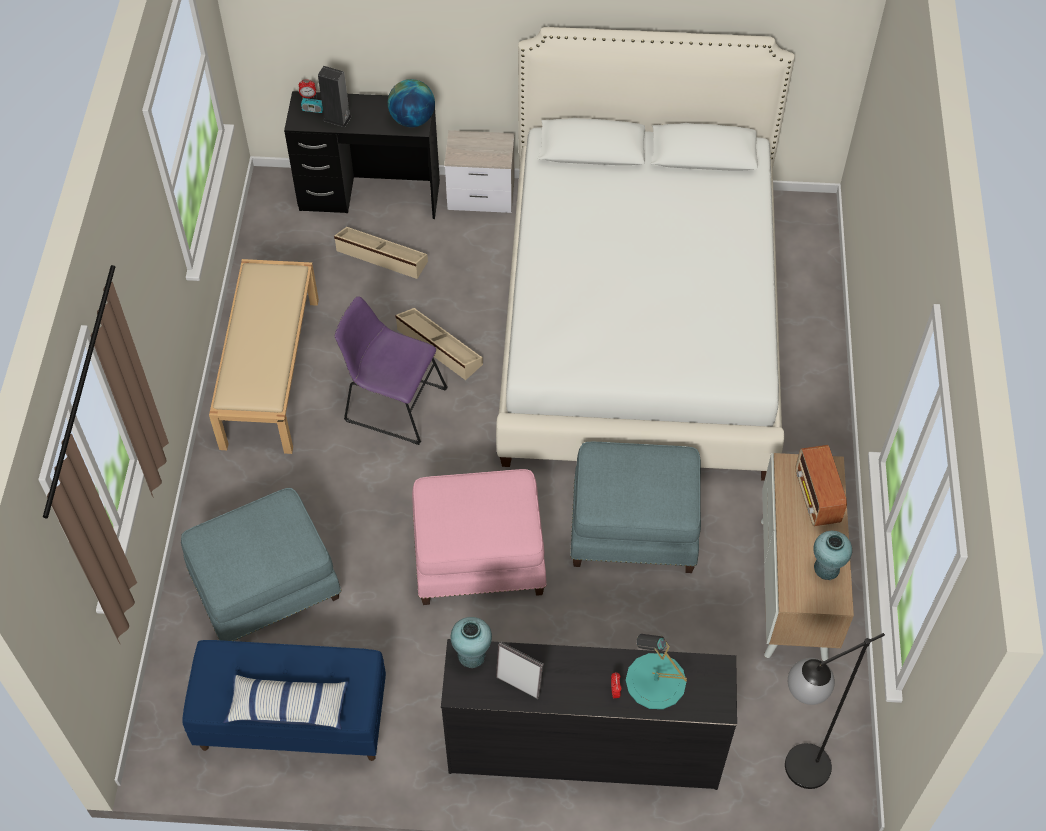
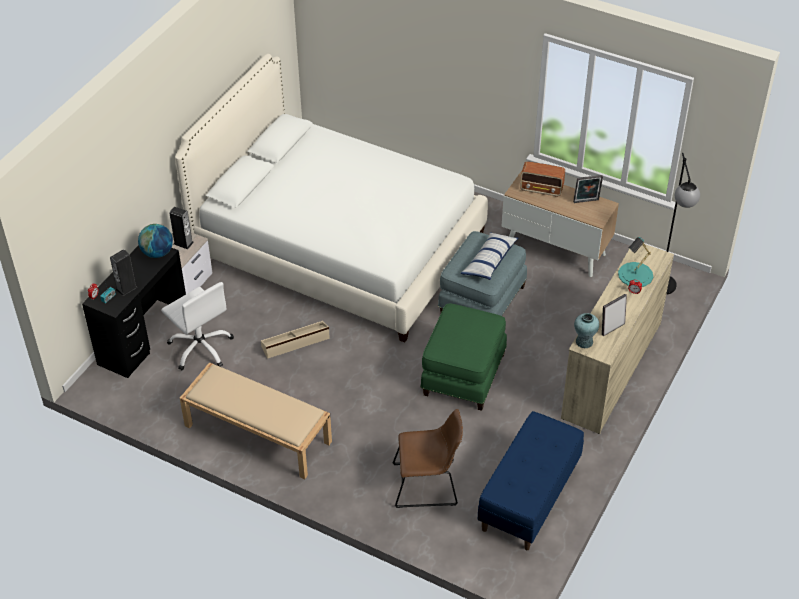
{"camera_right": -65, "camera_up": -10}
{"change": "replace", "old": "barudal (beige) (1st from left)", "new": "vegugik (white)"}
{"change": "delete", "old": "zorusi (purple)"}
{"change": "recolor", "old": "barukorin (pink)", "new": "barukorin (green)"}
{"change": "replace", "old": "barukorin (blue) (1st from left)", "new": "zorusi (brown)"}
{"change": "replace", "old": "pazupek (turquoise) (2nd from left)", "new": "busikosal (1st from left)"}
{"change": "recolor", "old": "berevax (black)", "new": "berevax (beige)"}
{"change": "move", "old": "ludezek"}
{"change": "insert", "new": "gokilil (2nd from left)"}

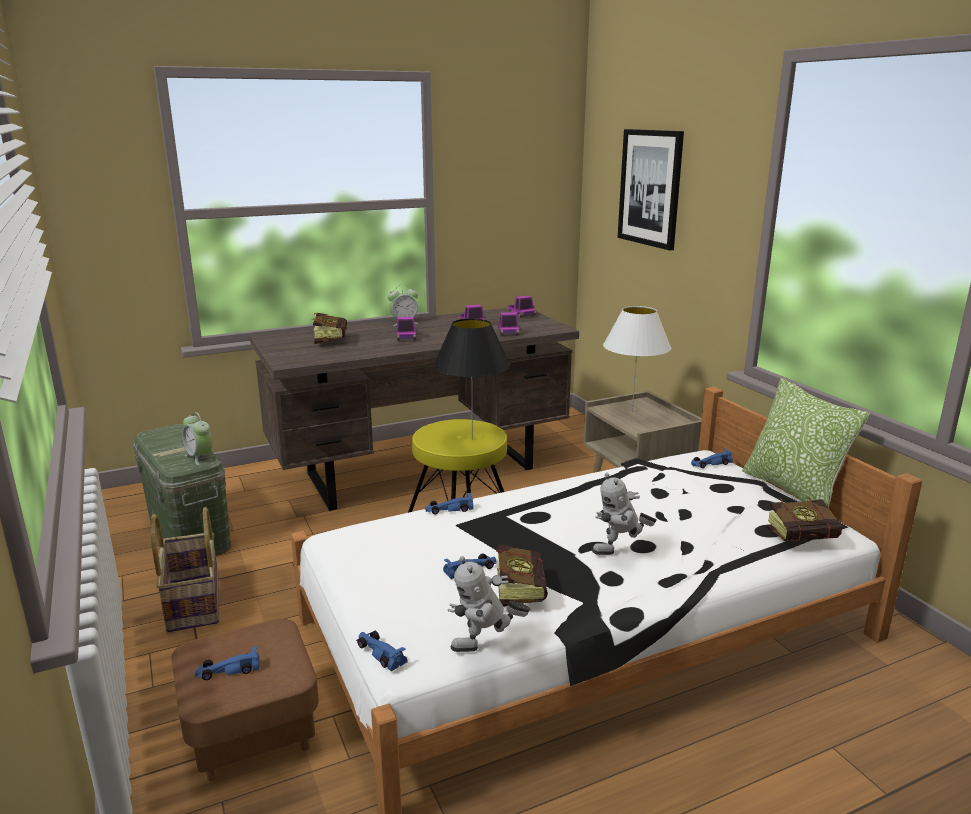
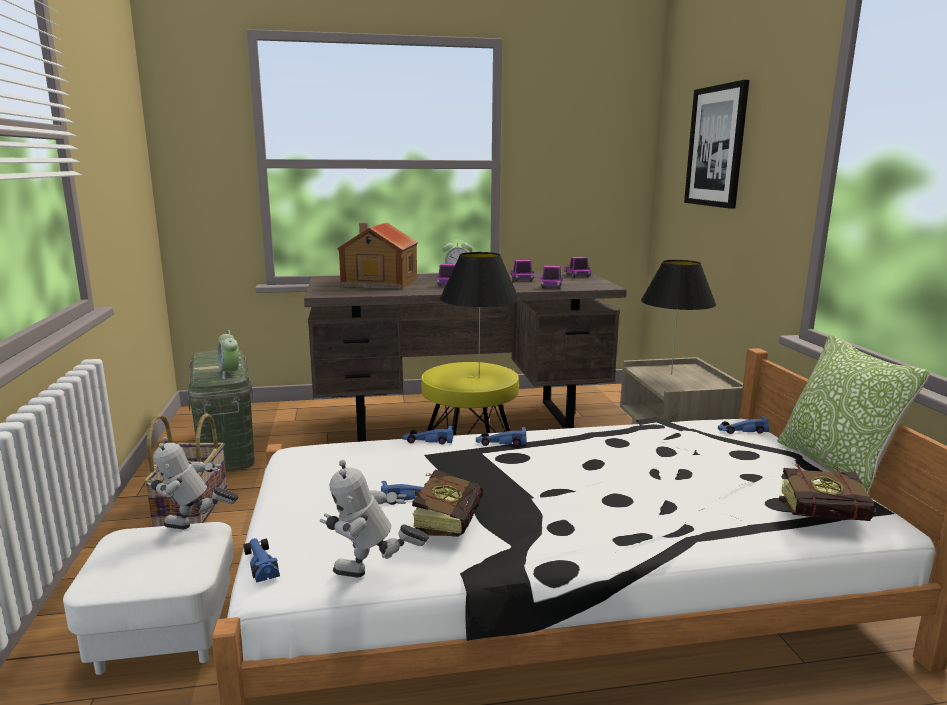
{"camera_right": 15, "camera_up": -5}
{"change": "recolor", "old": "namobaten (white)", "new": "namobaten (black) (2nd from left)"}
{"change": "replace", "old": "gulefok (1st from left)", "new": "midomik"}
{"change": "move", "old": "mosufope (2nd from left in the first image)", "new": "mosufope (1st from left)"}
{"change": "recolor", "old": "barukorin (brown)", "new": "barukorin (white)"}
{"change": "move", "old": "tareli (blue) (1st from left in the first image)", "new": "tareli (blue) (4th from left)"}

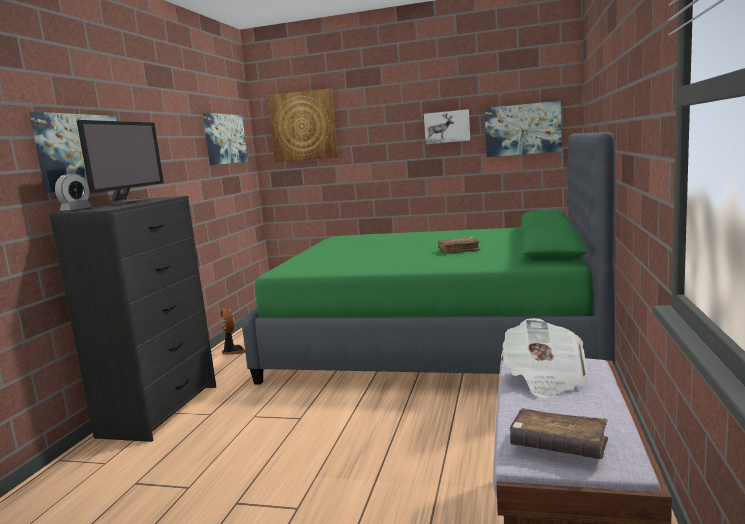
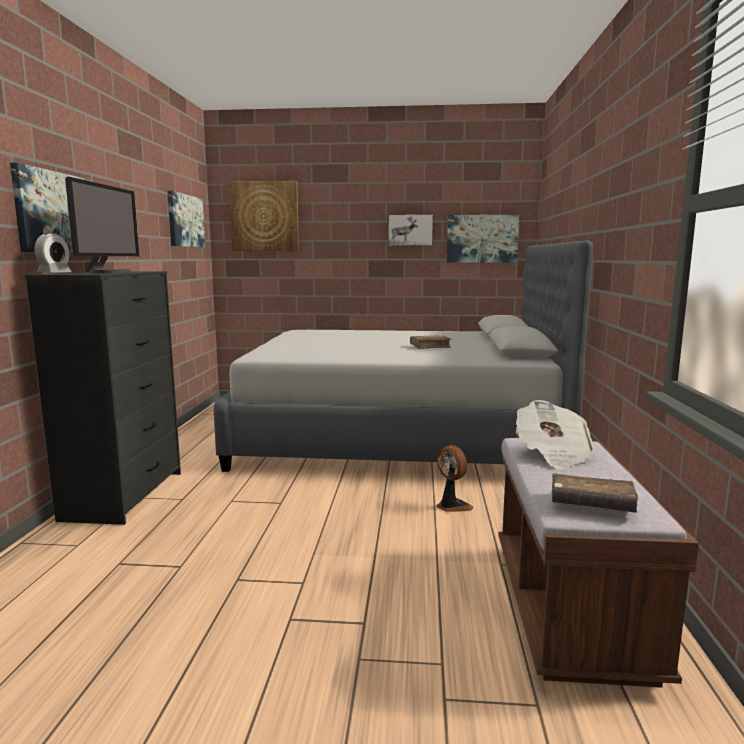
{"camera_right": -10, "camera_up": 0}
{"change": "recolor", "old": "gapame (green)", "new": "gapame (grey)"}
{"change": "move", "old": "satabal"}

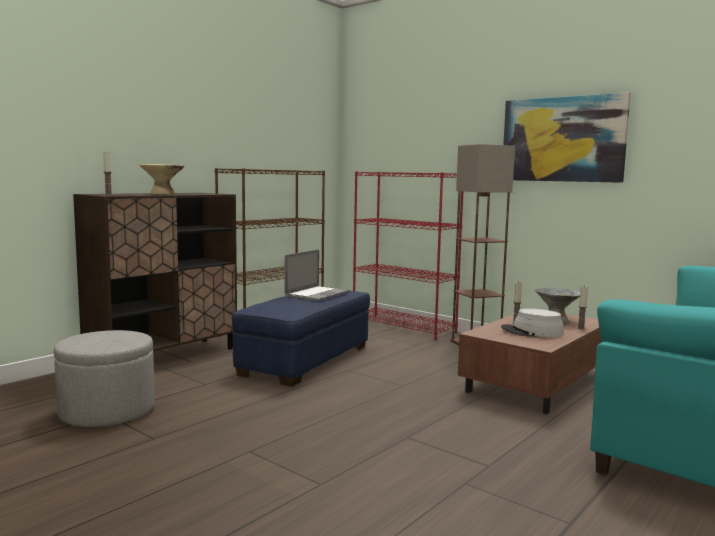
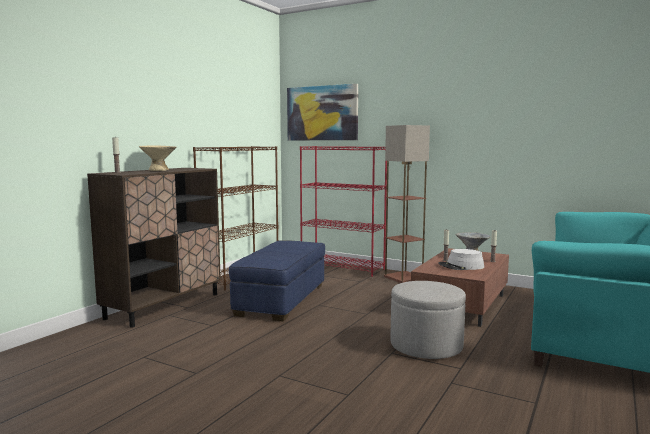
{"camera_right": -10, "camera_up": 0}
{"change": "move", "old": "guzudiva"}
{"change": "delete", "old": "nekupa"}
{"change": "move", "old": "barukorin (grey)"}

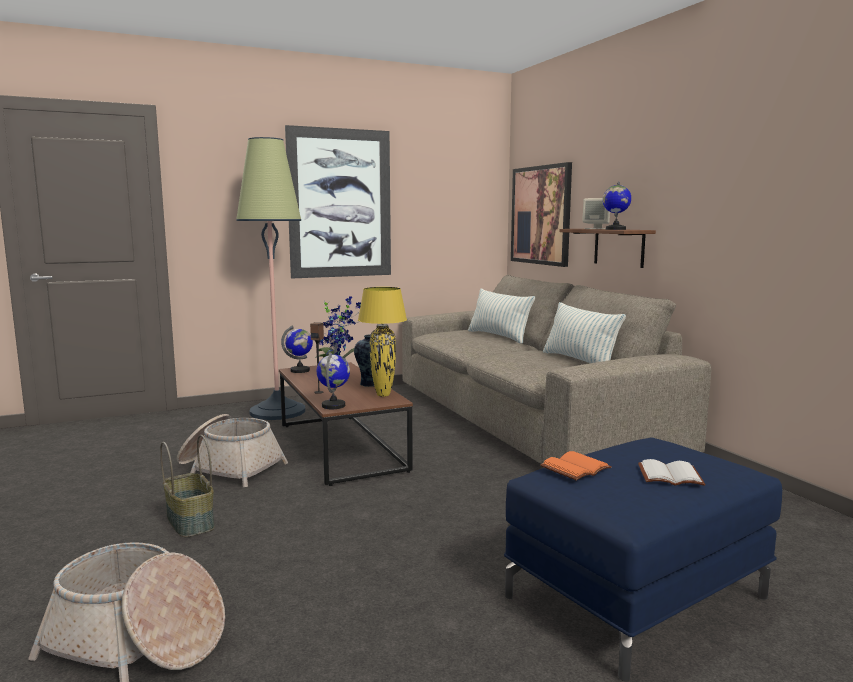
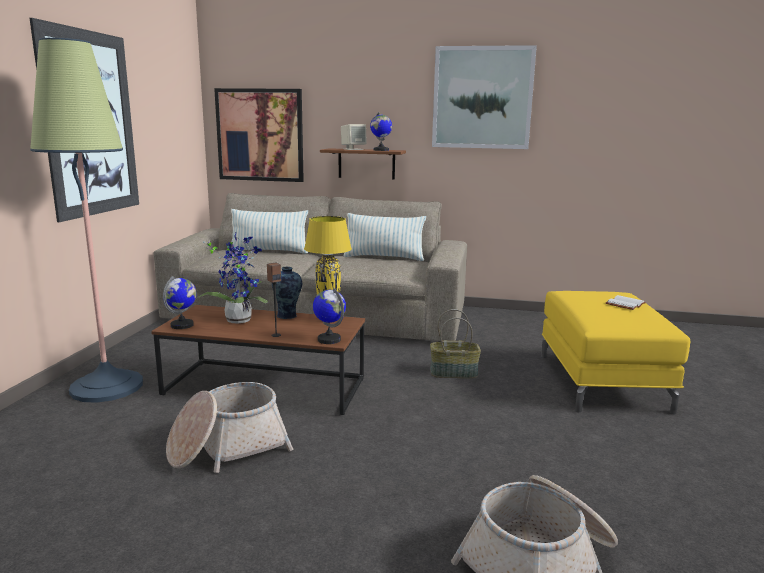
{"camera_right": -55, "camera_up": 5}
{"change": "move", "old": "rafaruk (2nd from left)"}
{"change": "recolor", "old": "barukorin (blue)", "new": "barukorin (yellow)"}
{"change": "delete", "old": "gulefok (orange)"}
{"change": "insert", "new": "guzudiva (3rd from left)"}

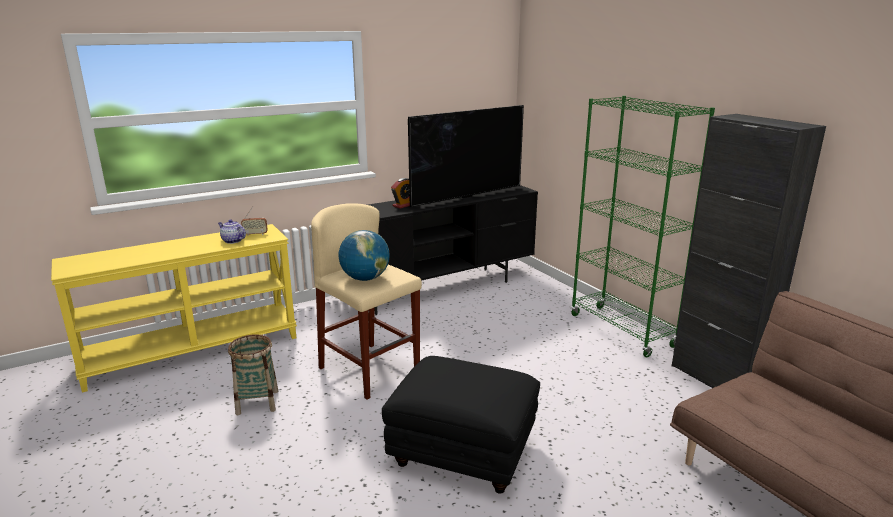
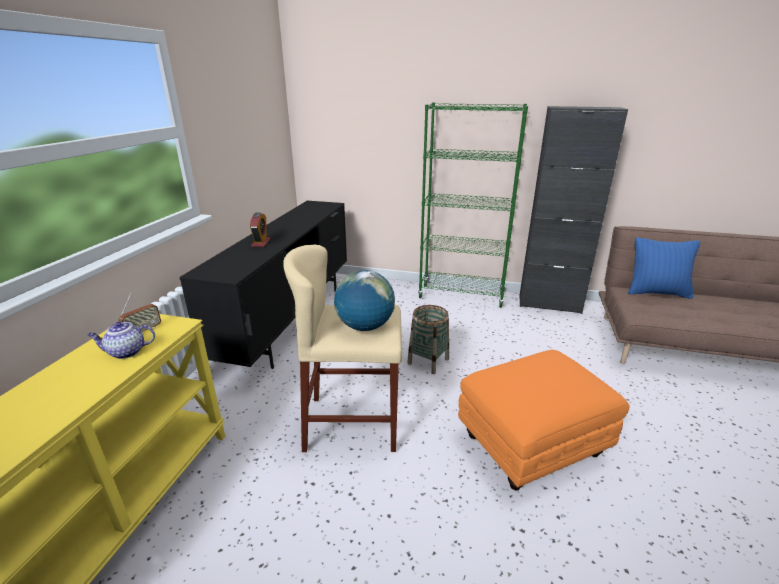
{"camera_right": -45, "camera_up": 5}
{"change": "delete", "old": "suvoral"}
{"change": "move", "old": "rafaruk"}
{"change": "recolor", "old": "barukorin (black)", "new": "barukorin (orange)"}
{"change": "insert", "new": "ludezek (blue)"}

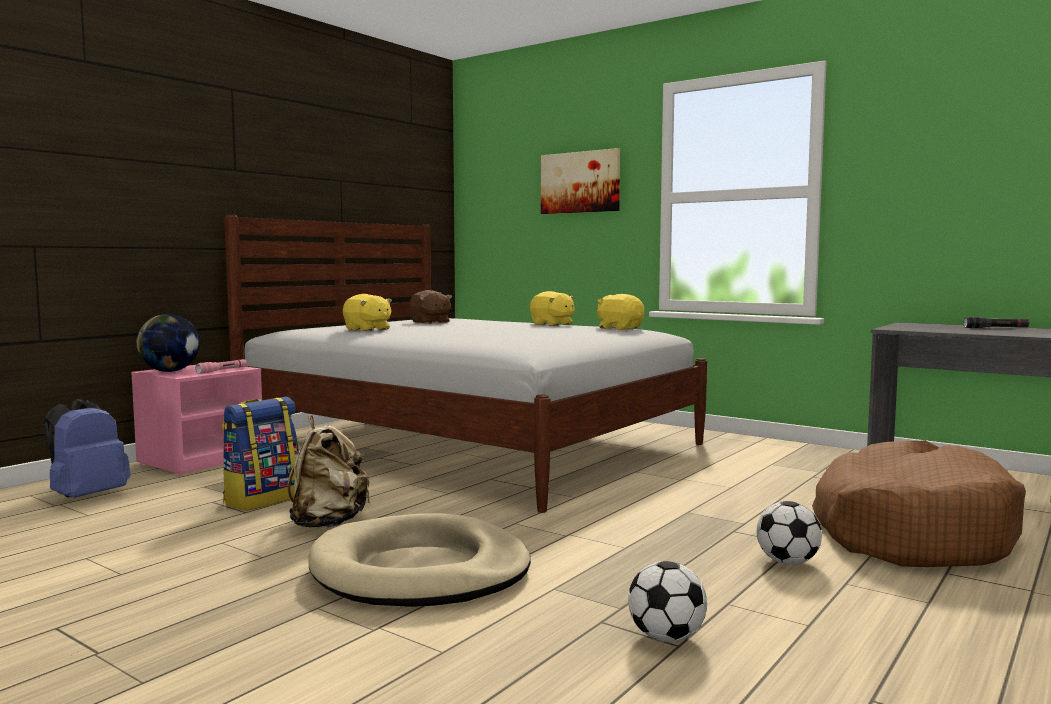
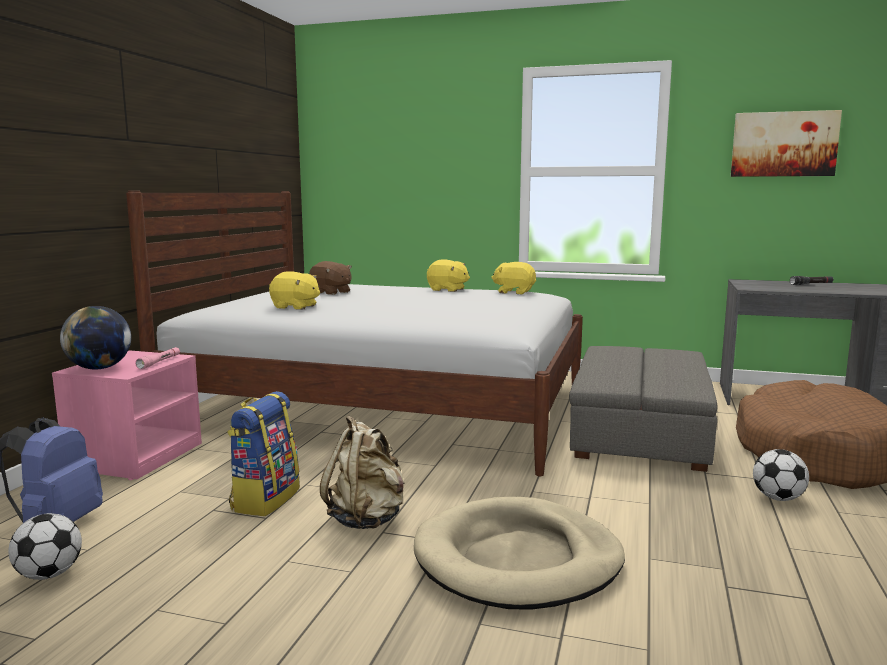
{"camera_right": -20, "camera_up": 5}
{"change": "move", "old": "guzudiva"}
{"change": "move", "old": "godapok (1st from left)"}
{"change": "insert", "new": "barukorin (grey)"}

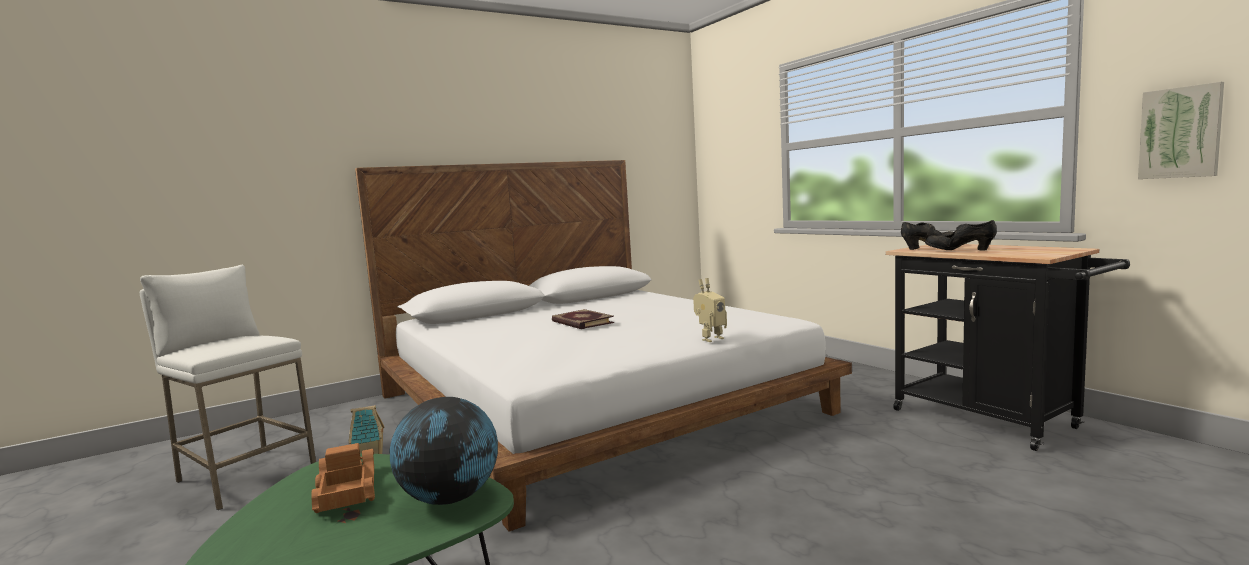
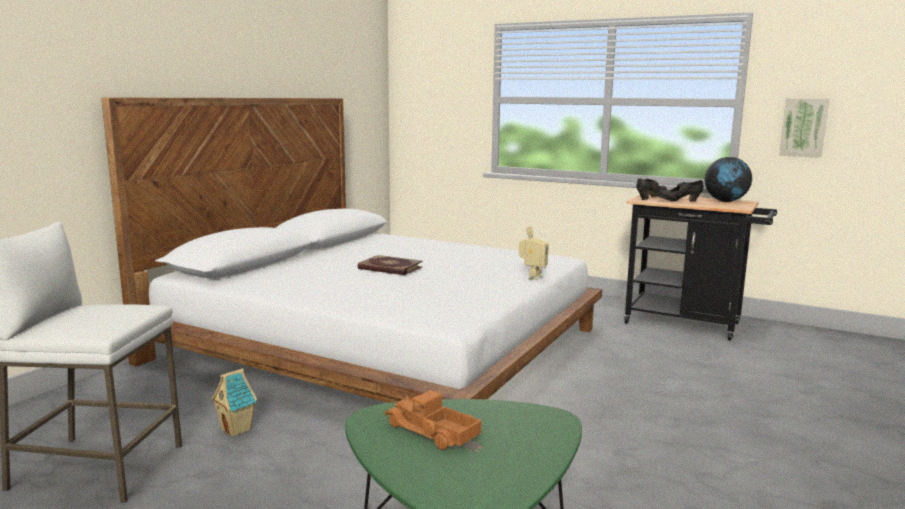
{"camera_right": -30, "camera_up": 5}
{"change": "move", "old": "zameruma"}

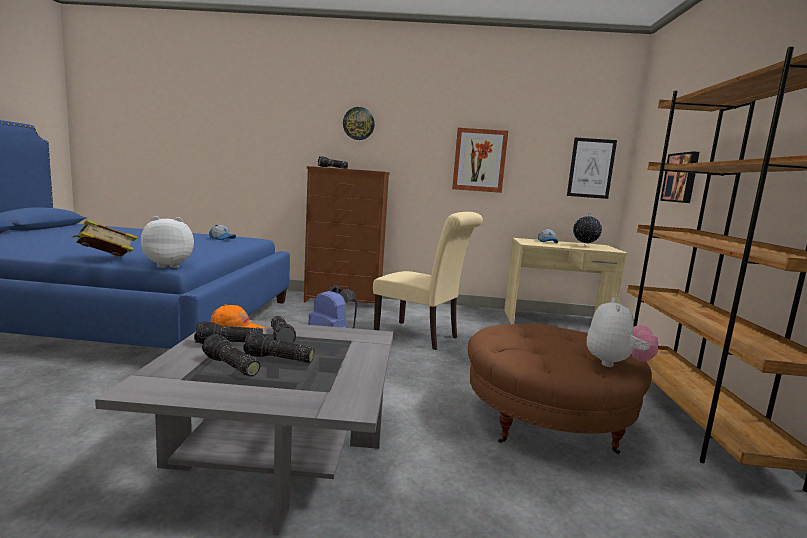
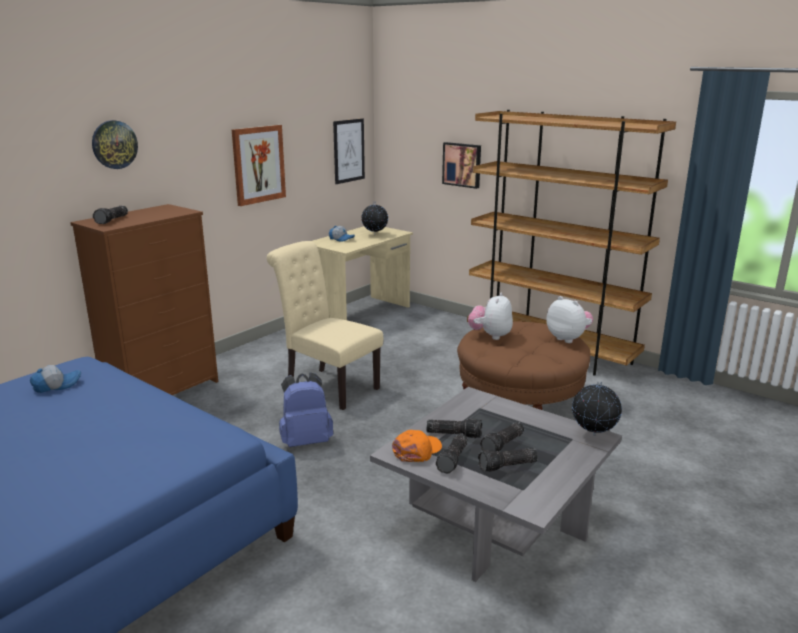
{"camera_right": -55, "camera_up": 10}
{"change": "rotate", "old": "zorusi (beige)", "degrees": -120}
{"change": "move", "old": "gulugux (1st from left)"}
{"change": "delete", "old": "gulefok"}
{"change": "insert", "new": "zameruma (2nd from left)"}

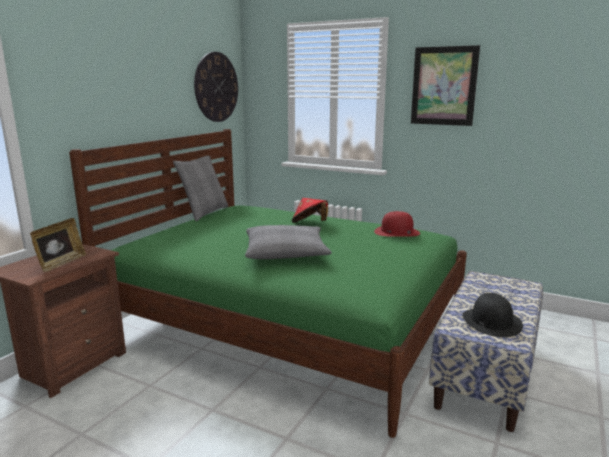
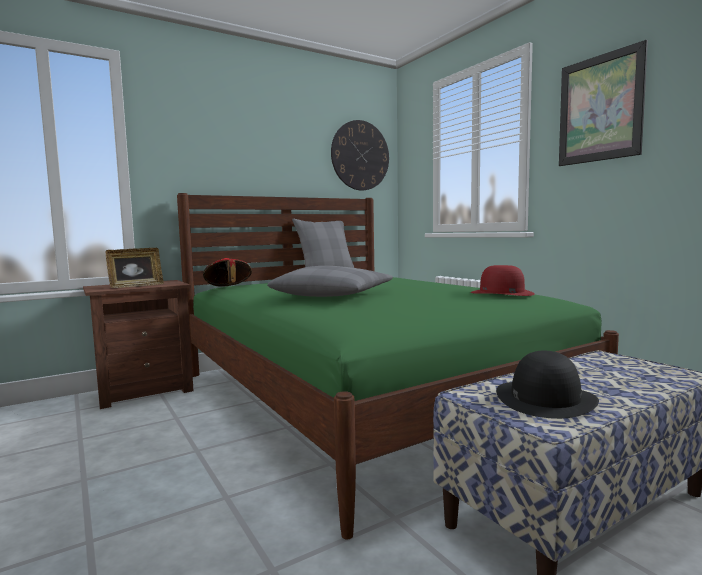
{"camera_right": 30, "camera_up": -10}
{"change": "move", "old": "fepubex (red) (1st from left)"}

